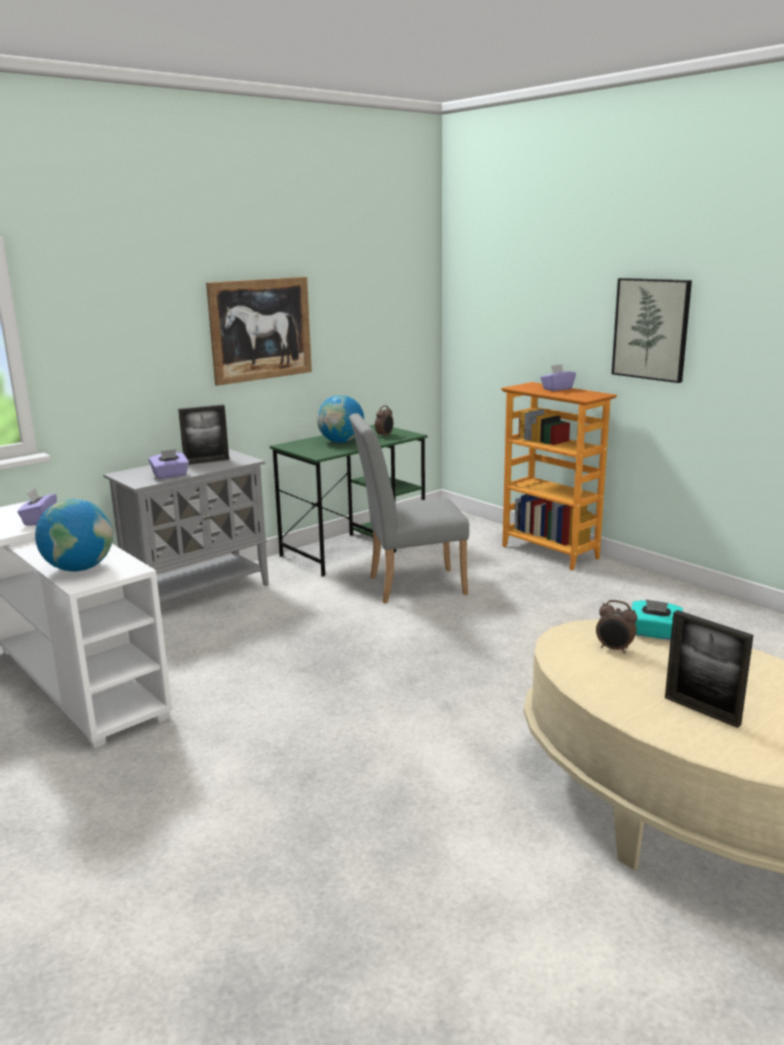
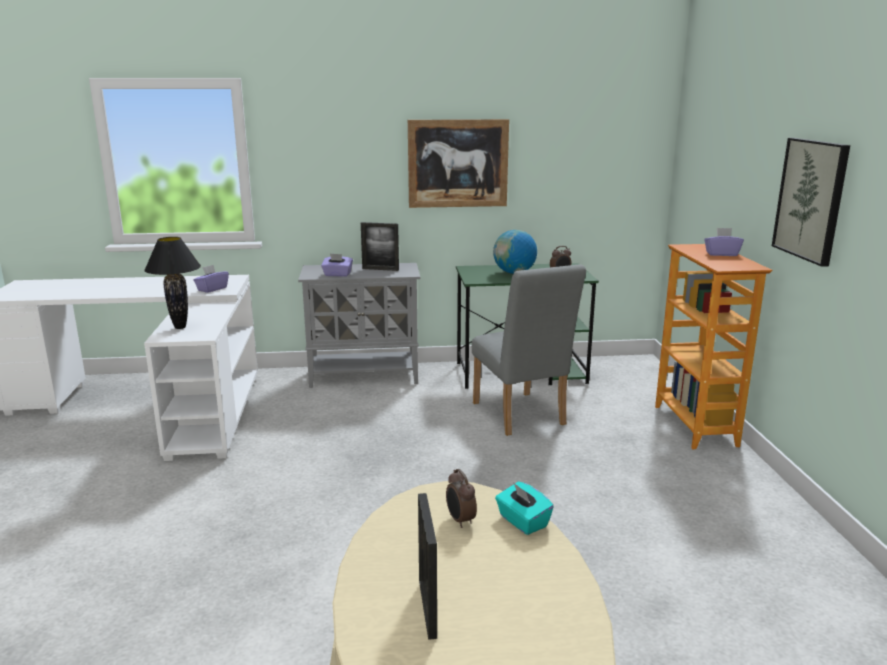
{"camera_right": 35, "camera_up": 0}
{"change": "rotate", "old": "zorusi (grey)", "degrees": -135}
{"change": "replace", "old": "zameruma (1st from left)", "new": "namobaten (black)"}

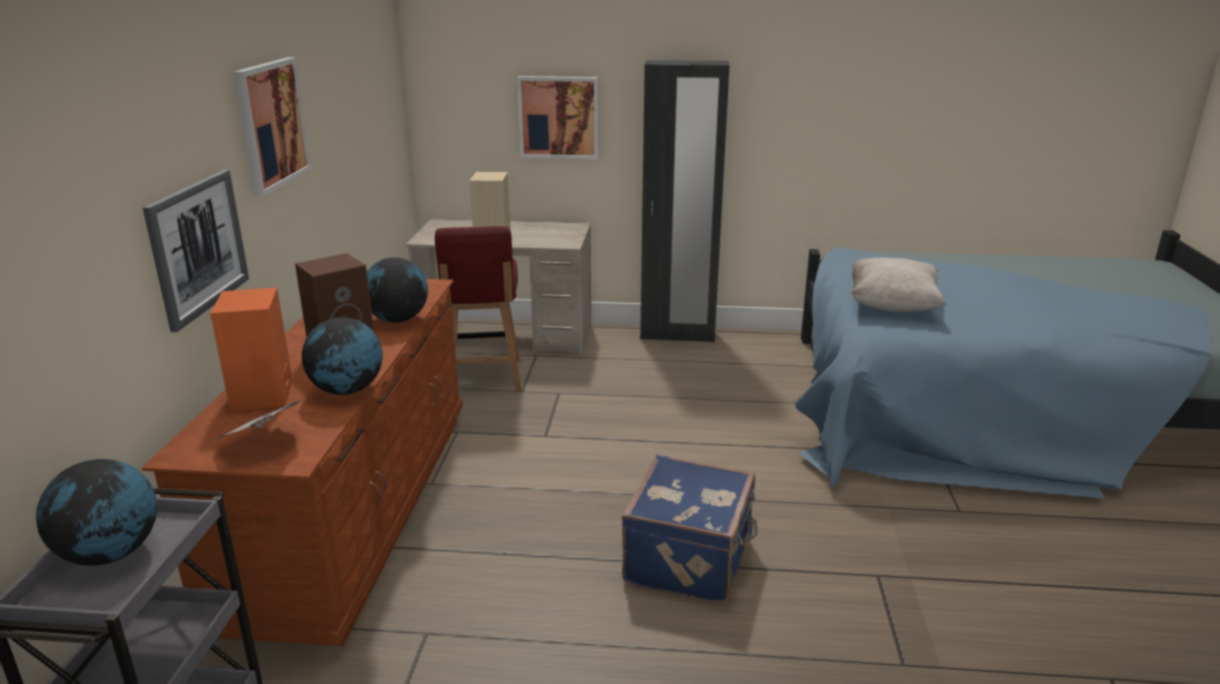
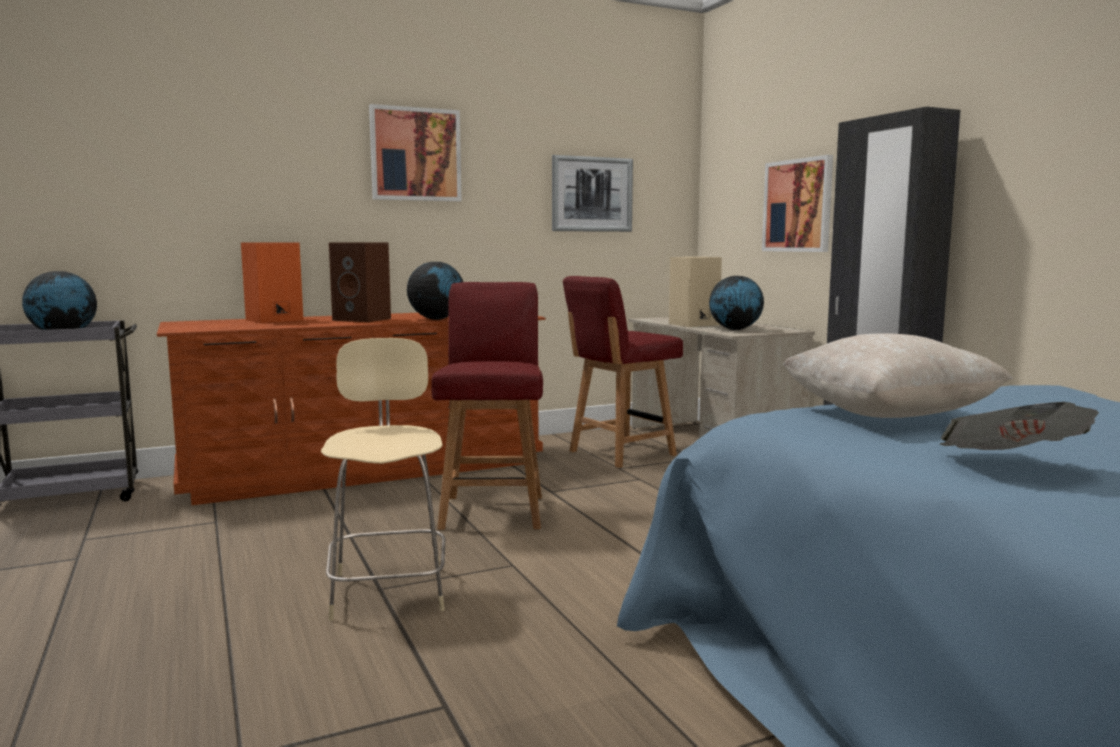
{"camera_right": 60, "camera_up": -15}
{"change": "move", "old": "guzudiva (1st from left in the first image)", "new": "guzudiva (2nd from left)"}
{"change": "move", "old": "zameruma (2nd from left in the first image)", "new": "zameruma (3rd from left)"}
{"change": "move", "old": "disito"}
{"change": "replace", "old": "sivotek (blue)", "new": "zorusi (beige)"}
{"change": "insert", "new": "zorusi (red) (1st from left)"}

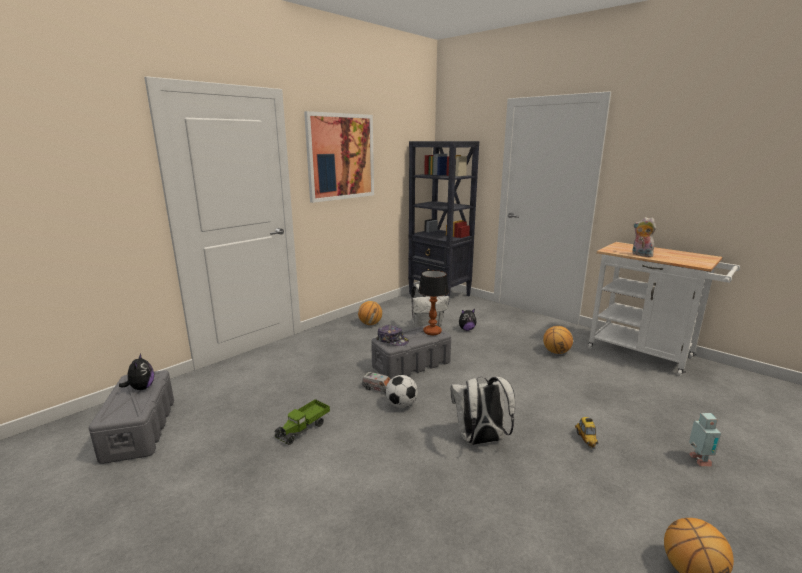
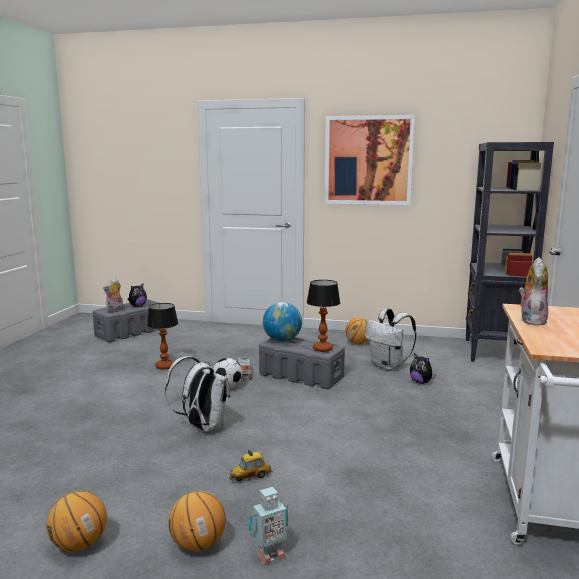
{"camera_right": 60, "camera_up": -5}
{"change": "replace", "old": "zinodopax", "new": "zameruma"}
{"change": "move", "old": "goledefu (2nd from left)"}
{"change": "replace", "old": "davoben (1st from left)", "new": "namobaten (1st from left)"}
{"change": "insert", "new": "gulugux (1st from left)"}

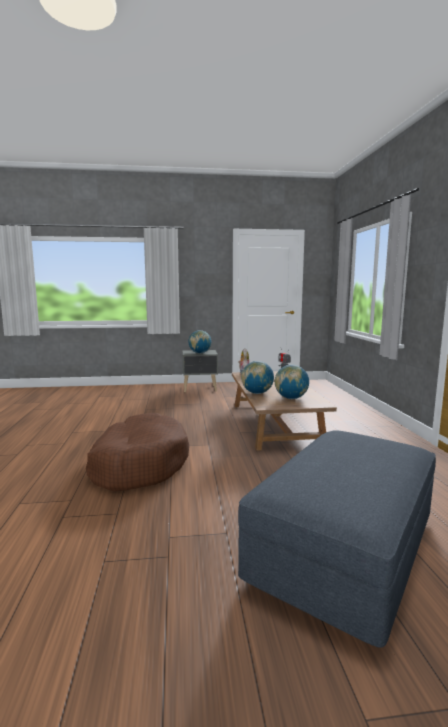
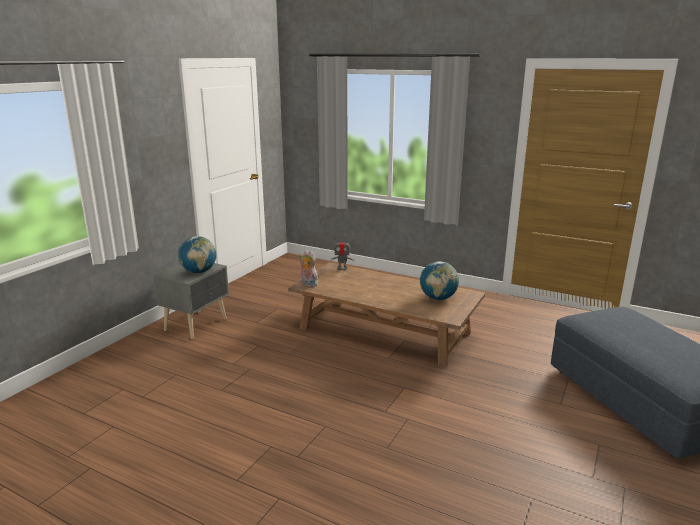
{"camera_right": -55, "camera_up": 10}
{"change": "delete", "old": "zameruma (2nd from left)"}
{"change": "delete", "old": "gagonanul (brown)"}

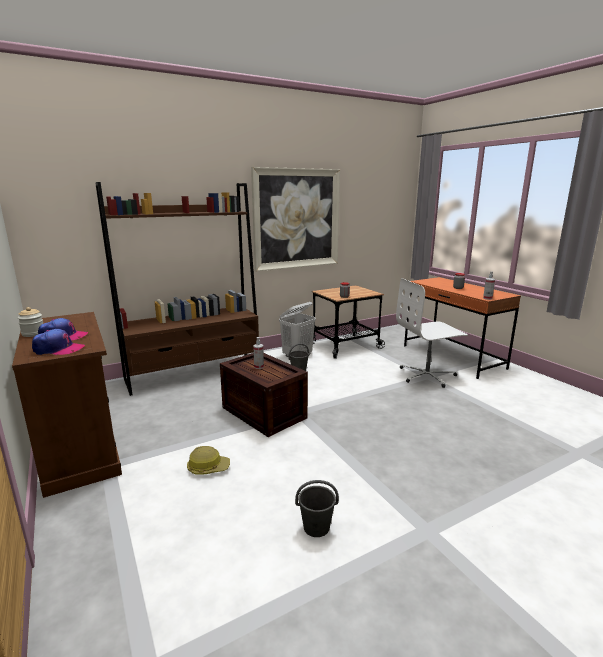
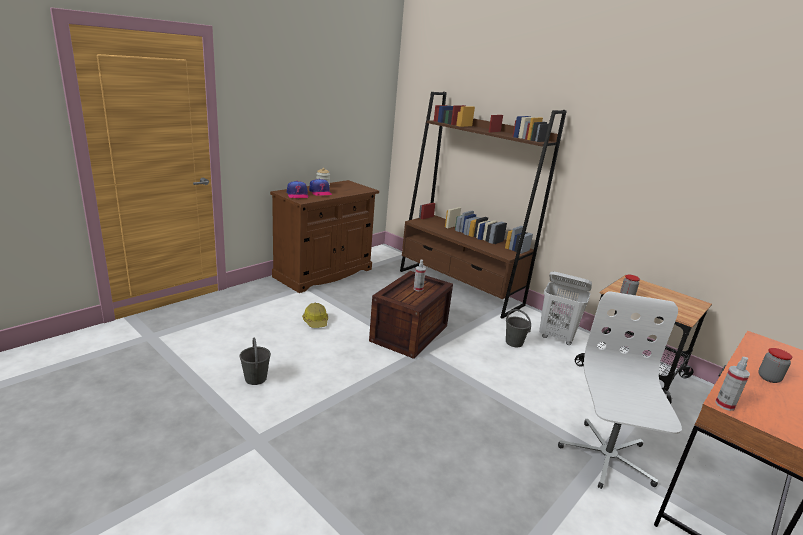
{"camera_right": 70, "camera_up": 5}
{"change": "delete", "old": "guzudiva"}
{"change": "rotate", "old": "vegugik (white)", "degrees": 45}

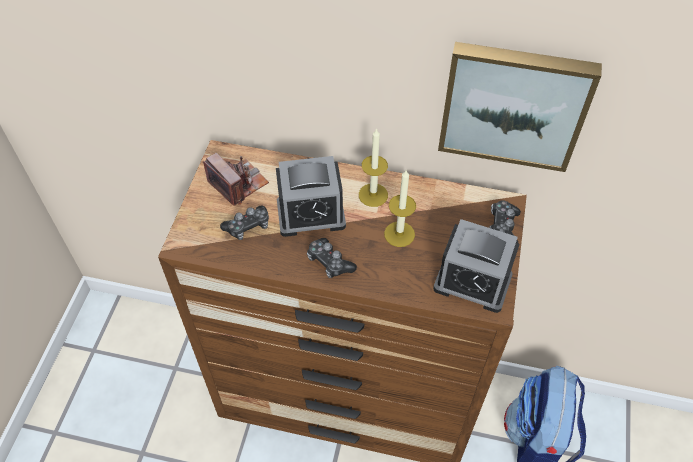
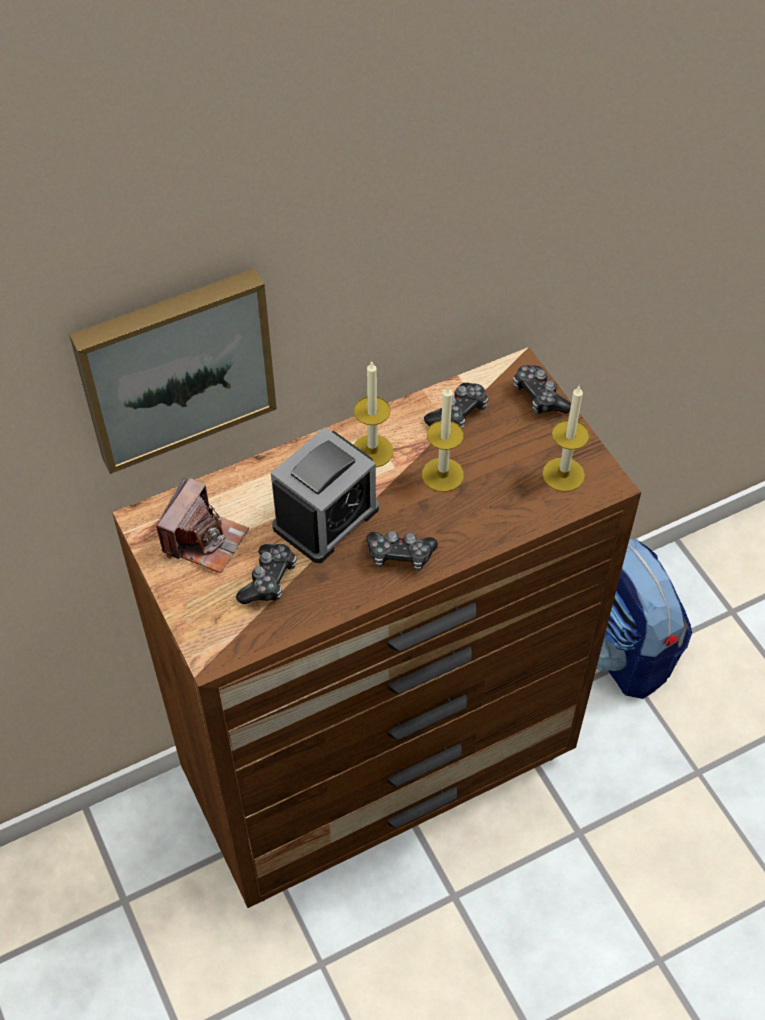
{"camera_right": -40, "camera_up": 0}
{"change": "move", "old": "guzudiva"}
{"change": "rotate", "old": "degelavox", "degrees": 105}
{"change": "replace", "old": "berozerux (2nd from left)", "new": "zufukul (3rd from left)"}
{"change": "insert", "new": "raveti (3rd from left)"}

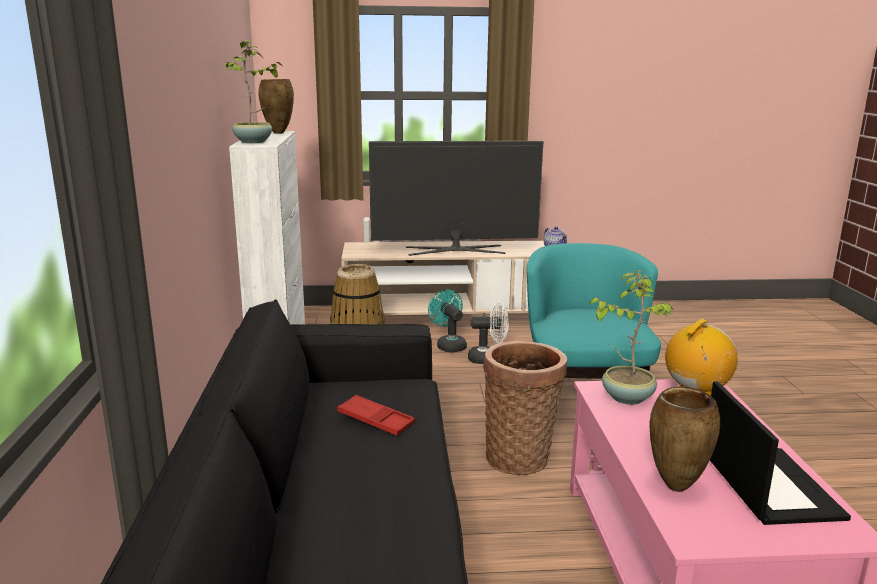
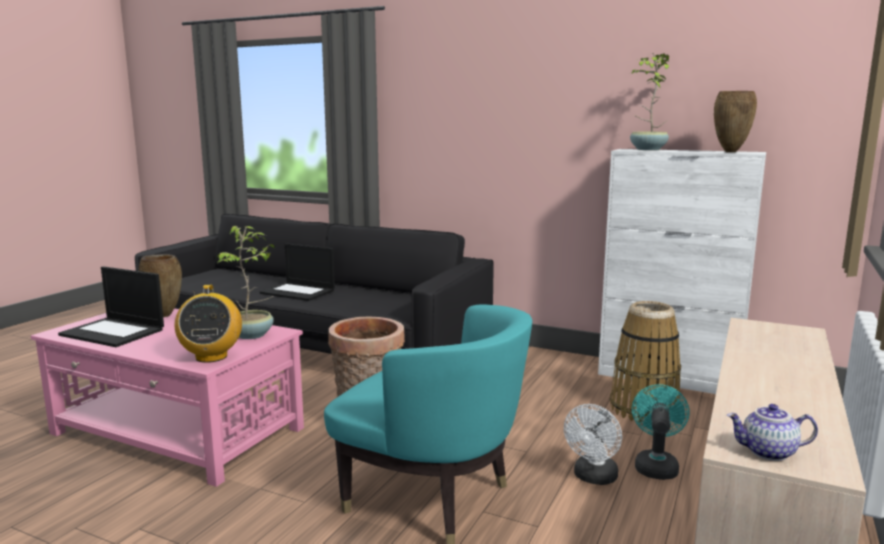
{"camera_right": 120, "camera_up": -5}
{"change": "delete", "old": "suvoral"}
{"change": "rotate", "old": "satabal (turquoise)", "degrees": -75}
{"change": "delete", "old": "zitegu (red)"}
{"change": "insert", "new": "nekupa (2nd from left)"}

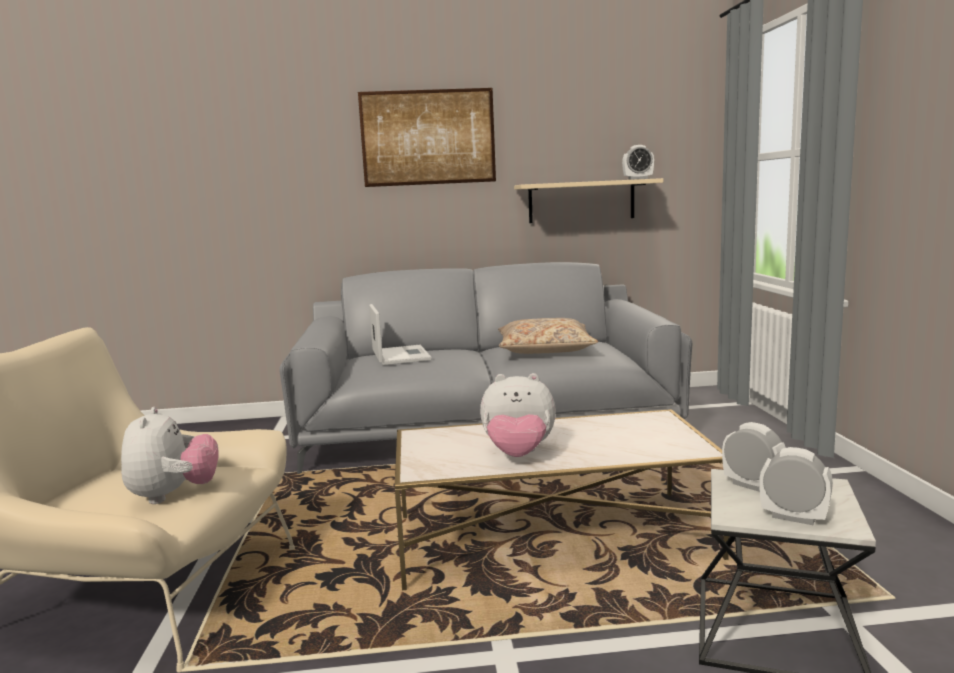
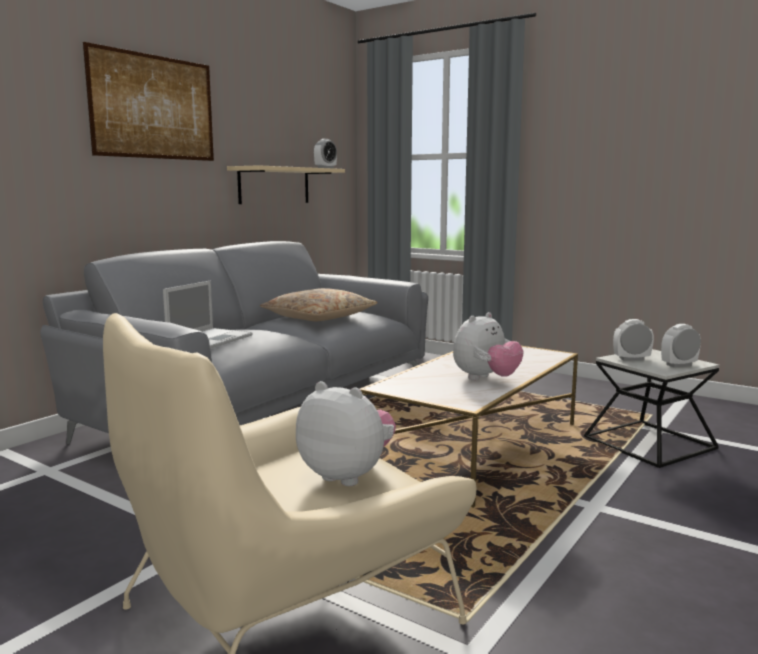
{"camera_right": -50, "camera_up": 0}
{"change": "rotate", "old": "nekupa", "degrees": 90}

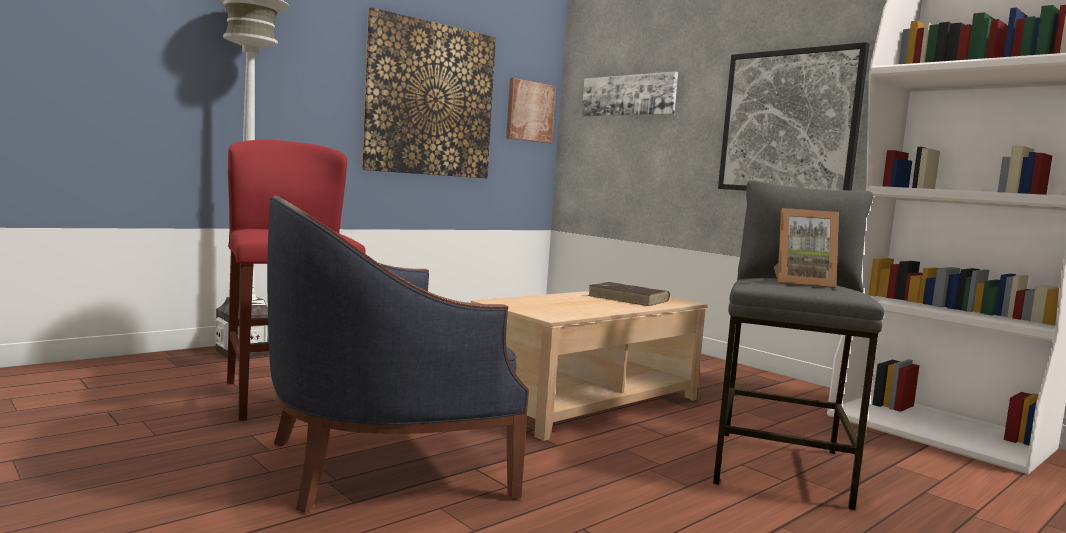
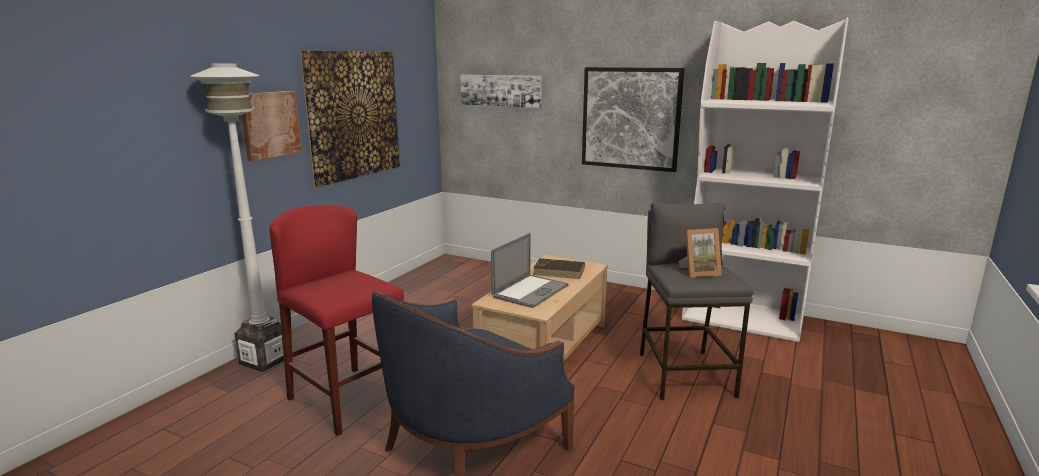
{"camera_right": -20, "camera_up": 10}
{"change": "move", "old": "guzudiva (2nd from left in the first image)", "new": "guzudiva (1st from left)"}
{"change": "insert", "new": "nekupa"}

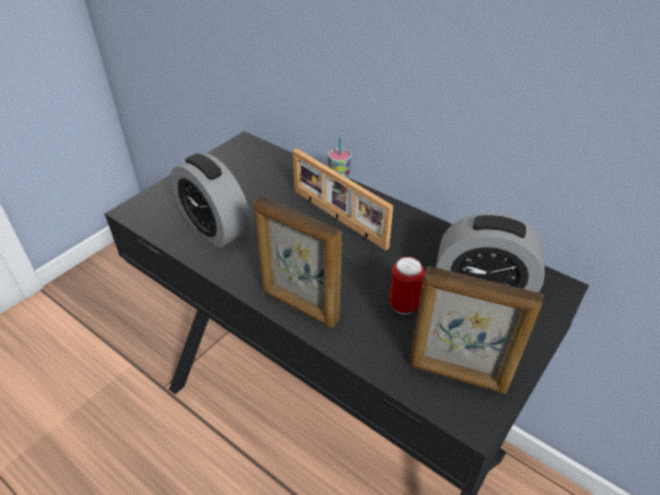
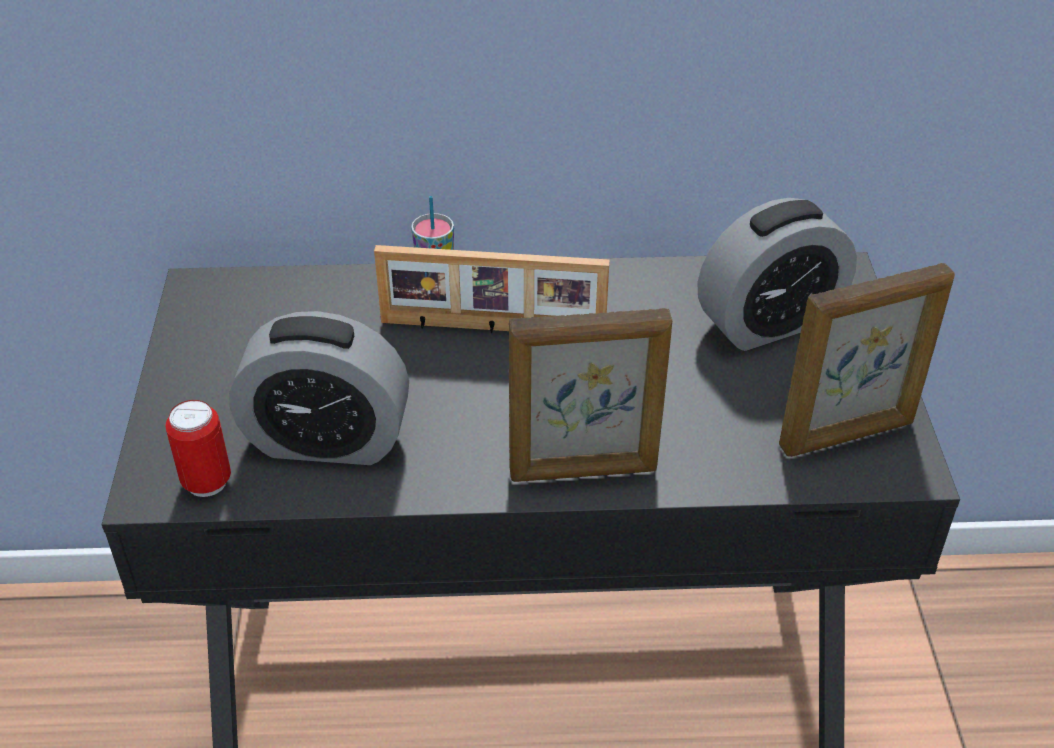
{"camera_right": -40, "camera_up": 0}
{"change": "move", "old": "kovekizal"}

